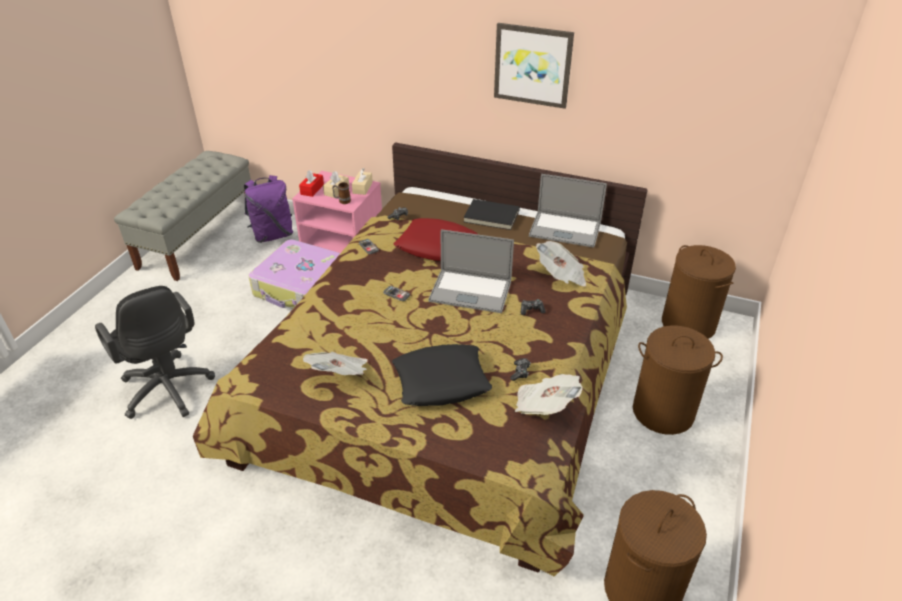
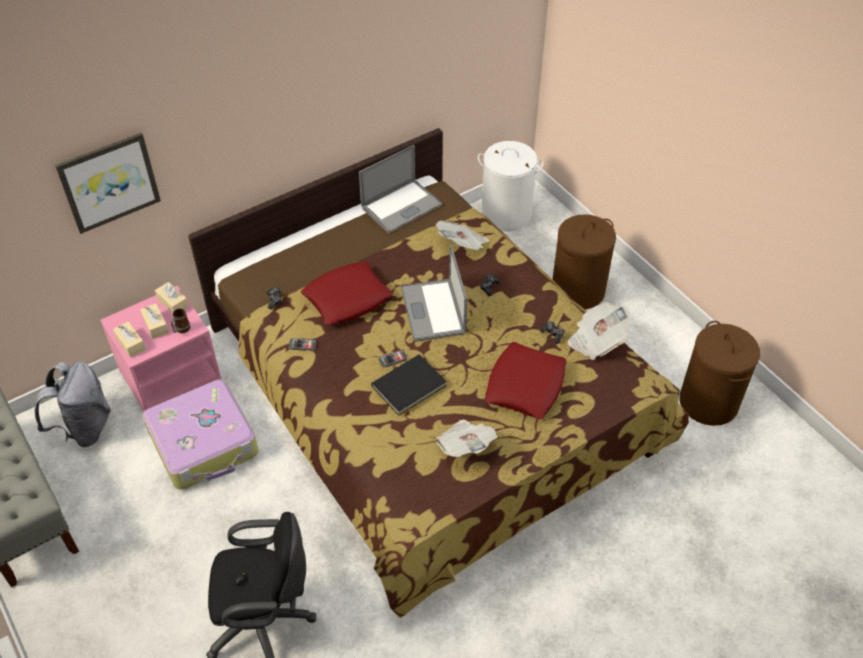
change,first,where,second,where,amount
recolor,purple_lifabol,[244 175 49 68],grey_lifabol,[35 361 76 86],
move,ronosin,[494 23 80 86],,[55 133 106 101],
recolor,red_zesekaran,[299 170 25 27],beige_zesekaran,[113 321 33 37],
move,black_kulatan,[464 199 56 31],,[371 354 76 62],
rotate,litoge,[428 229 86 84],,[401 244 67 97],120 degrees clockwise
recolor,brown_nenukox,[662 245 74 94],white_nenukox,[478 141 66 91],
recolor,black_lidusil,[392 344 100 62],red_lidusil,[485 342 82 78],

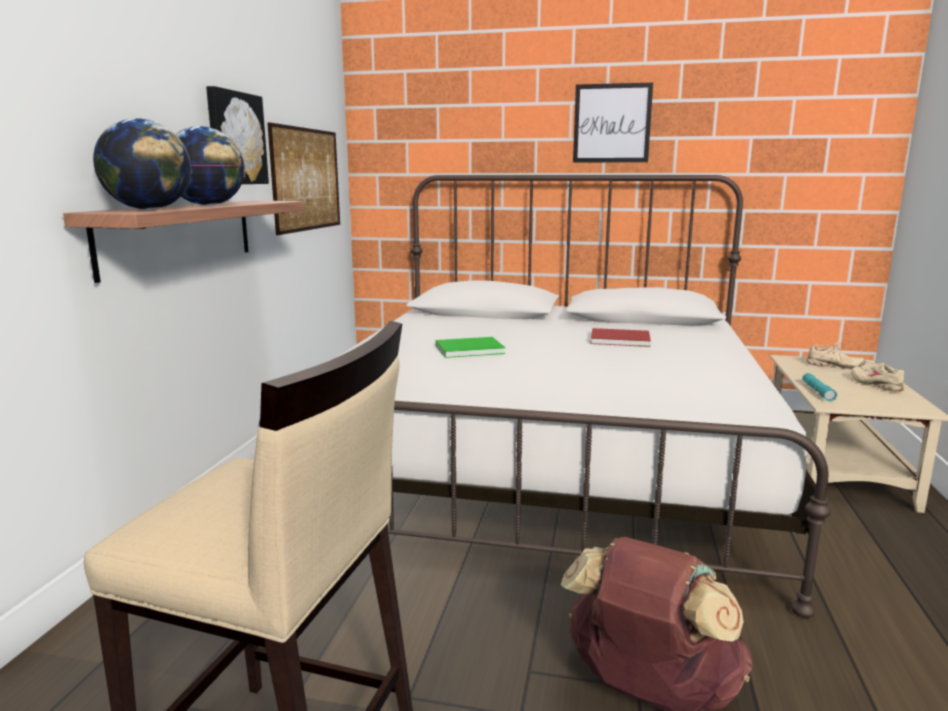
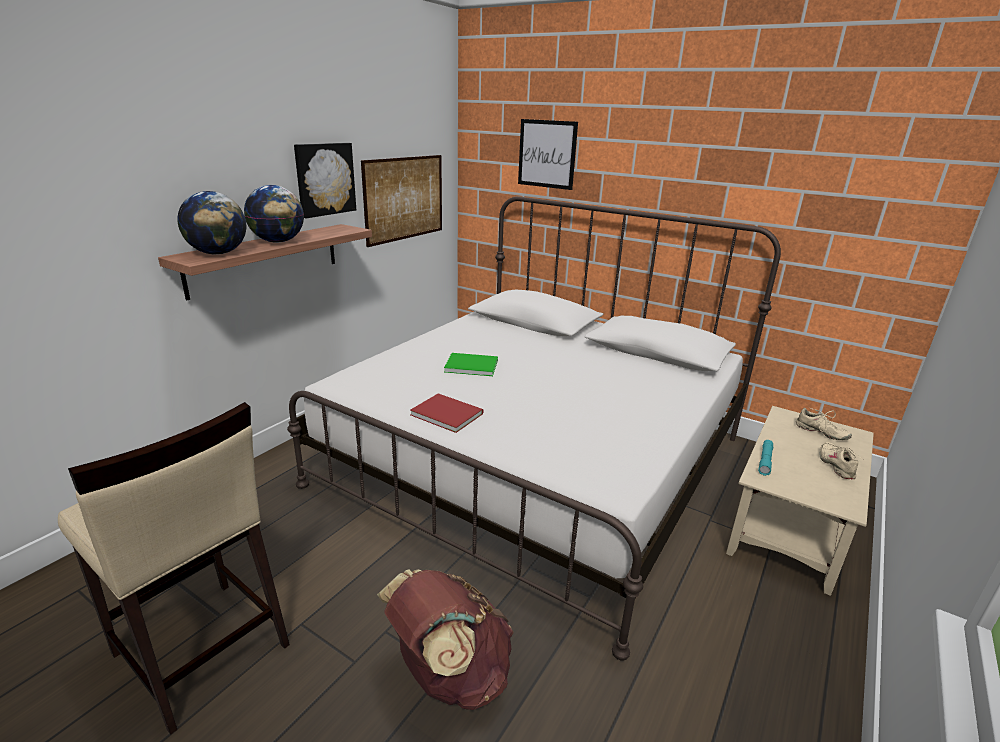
change,first,where,second,where,amount
move,red_kulatan,[590 328 61 19],,[410 393 73 40],
move,ronosin,[573 83 80 80],,[518 119 60 71],

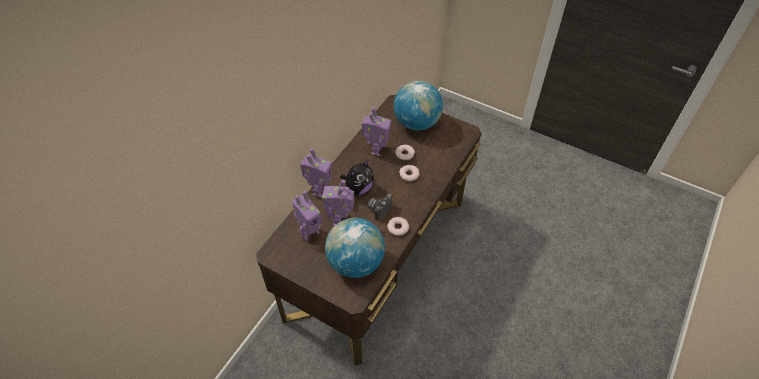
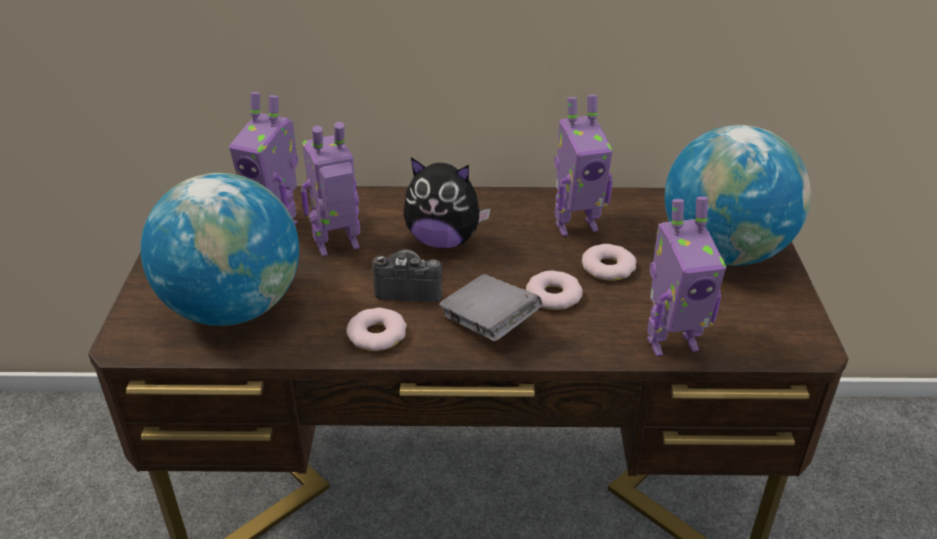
change,first,where,second,where,amount
insert,,,grey_kulatan,[439 274 103 67],
move,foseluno,[300 148 32 50],,[647 196 79 160],

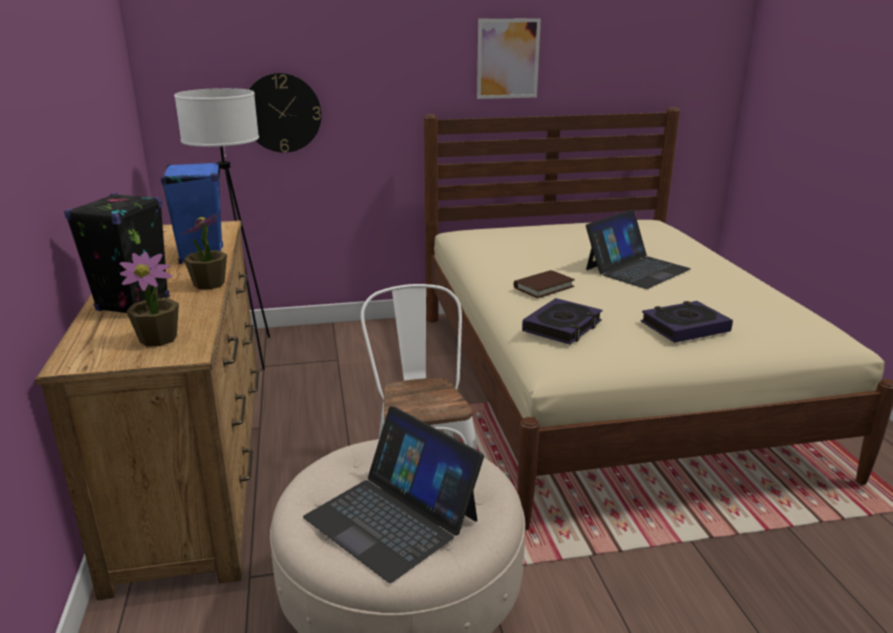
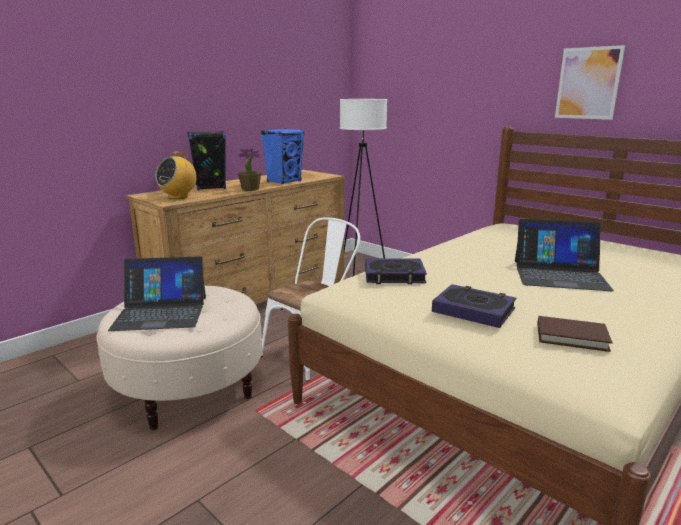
change,first,where,second,where,amount
rotate,litoge,[303 406 181 177],,[108 256 98 75],105 degrees counterclockwise
replace,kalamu,[119 252 60 94],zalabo,[155 152 42 47],
move,brown_kulatan,[514 270 61 28],,[537 316 75 36],
delete,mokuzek,[249 73 72 80],,,

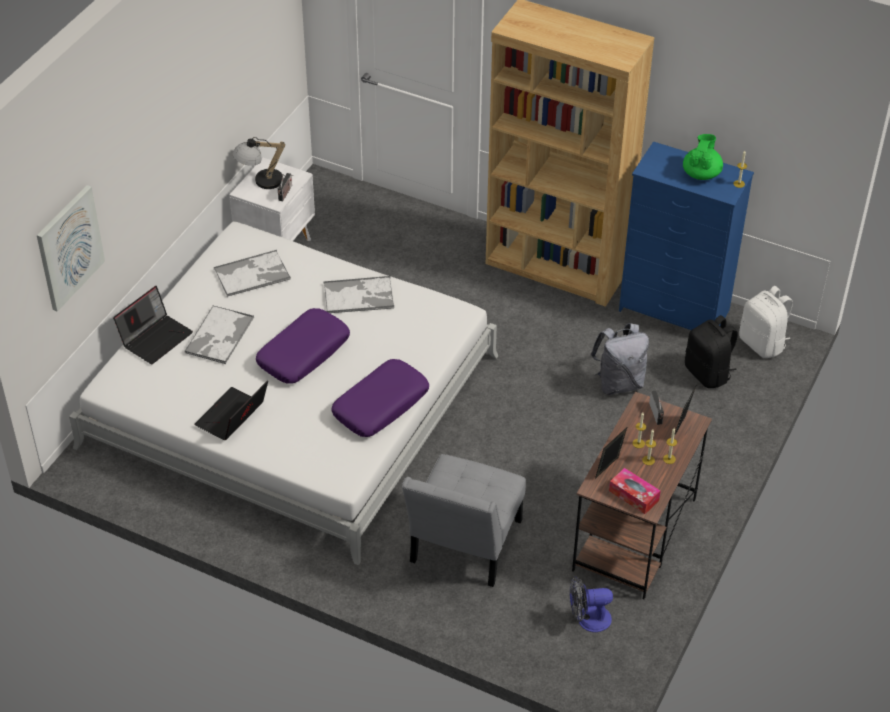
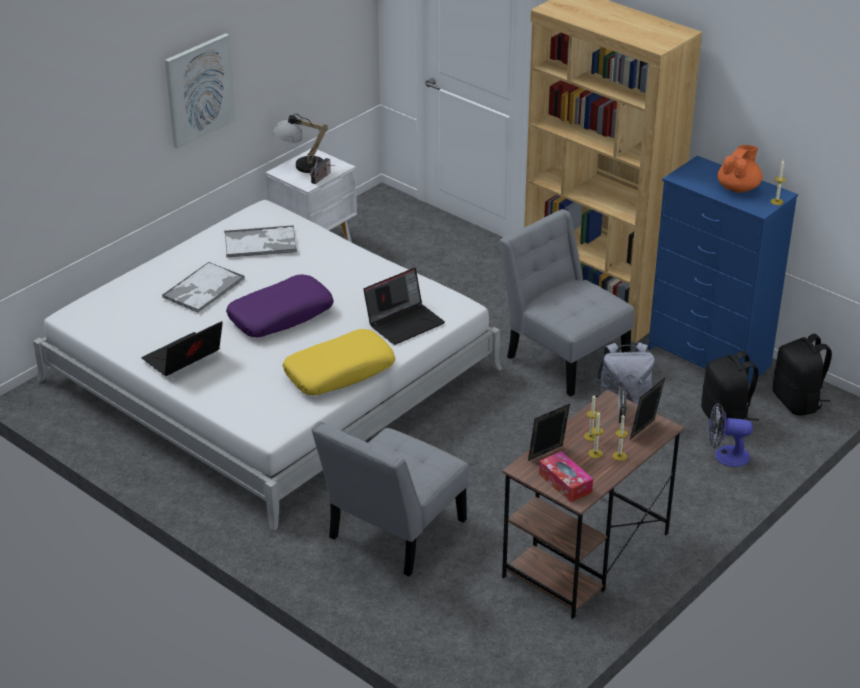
change,first,where,second,where,amount
move,ronosin,[37 185 68 127],,[165 33 71 116],
recolor,purple_lidusil,[332 359 97 78],yellow_lidusil,[283 329 112 66],
move,litoge,[113 286 80 78],,[363 268 82 77],
insert,,,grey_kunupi,[499 209 135 188],
move,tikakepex,[570 576 43 56],,[709 403 44 64],
recolor,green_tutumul,[683 134 40 46],orange_tutumul,[717 145 45 48],
recolor,white_lifabol,[739 286 54 72],black_lifabol,[773 334 59 82],
delete,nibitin,[324 276 70 37],,,

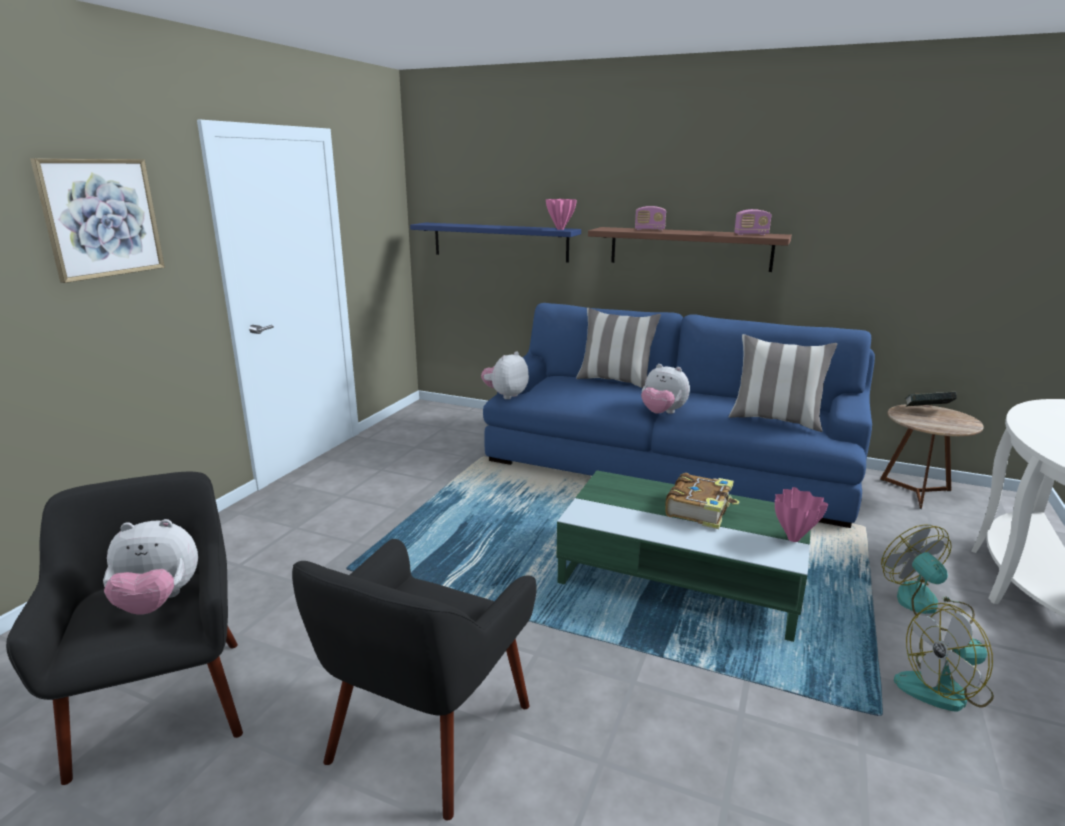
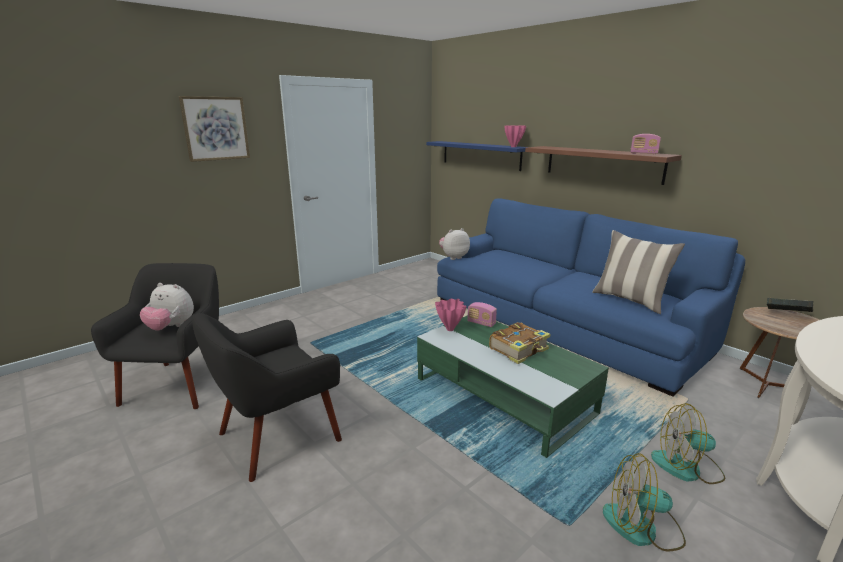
change,first,where,second,where,amount
move,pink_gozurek,[775 487 53 55],,[435 299 31 32],
move,zalabo,[635 206 31 24],,[467 302 30 25],
rotate,tikakepex,[881 524 94 107],,[651 403 74 81],90 degrees counterclockwise
delete,lidusil,[576 308 85 80],,,
delete,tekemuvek,[641 364 49 50],,,

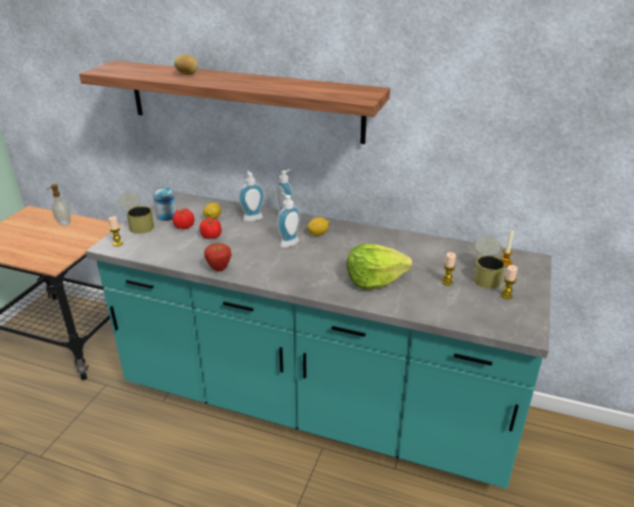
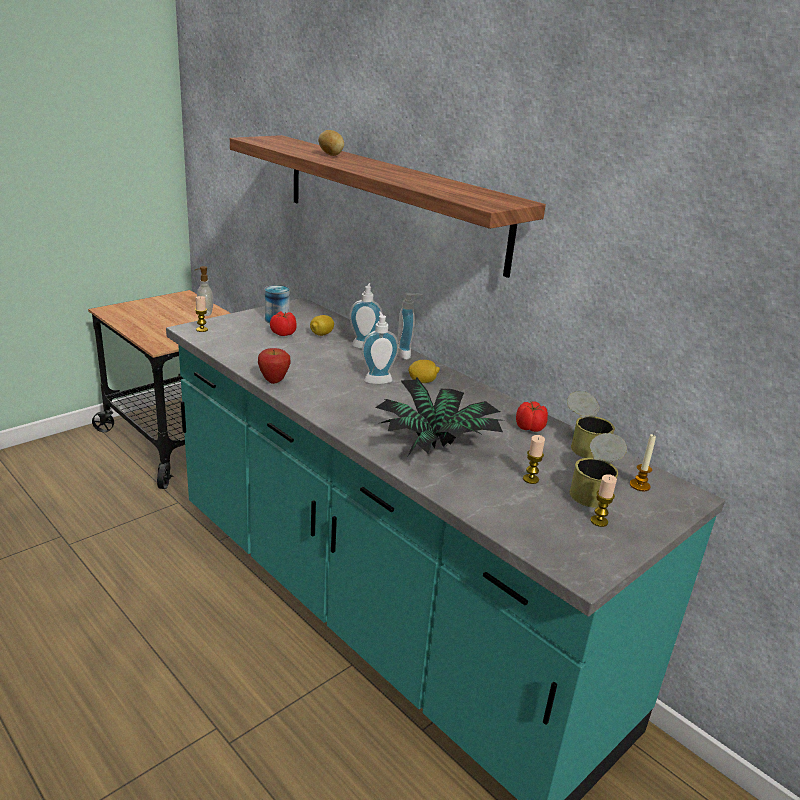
change,first,where,second,where,amount
replace,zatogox,[347 244 66 46],kalamu,[375 378 128 78],
move,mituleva,[200 218 22 21],,[516 401 32 31],
move,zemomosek,[118 192 36 42],,[567 391 48 67],

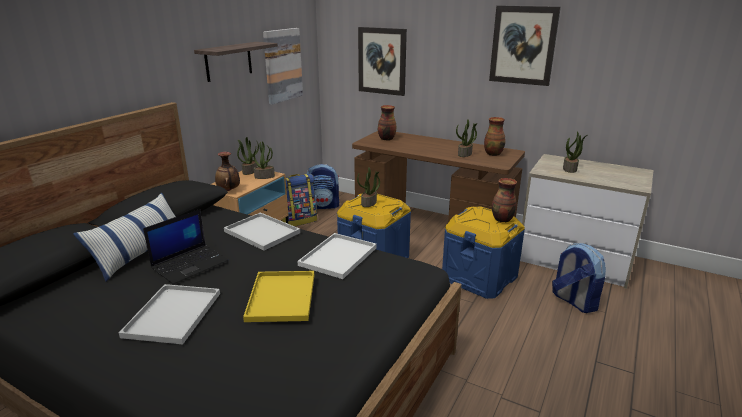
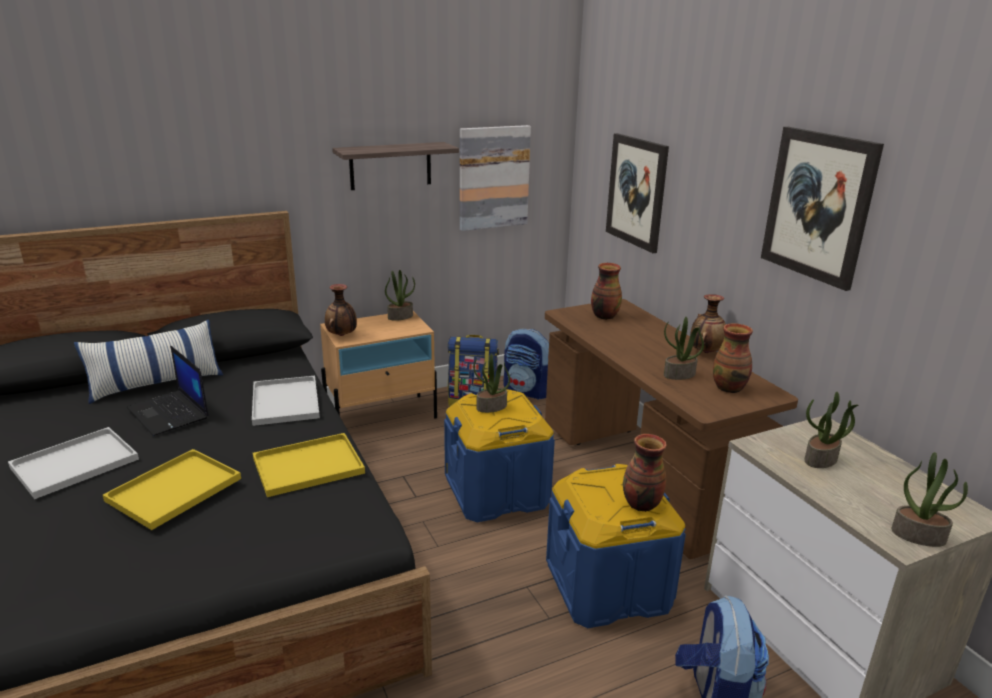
change,first,where,second,where,amount
rotate,litoge,[143 209 86 76],,[127 346 82 90],60 degrees clockwise
recolor,white_nibitin,[297 233 80 46],yellow_nibitin,[253 433 112 64],
insert,,,gozurek,[690 294 36 59],
move,kalamu,[254 142 21 37],,[892 452 76 95],

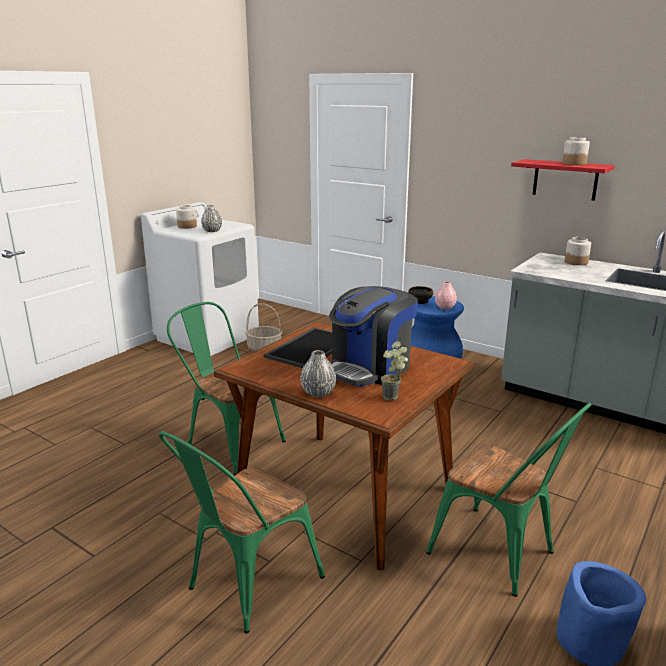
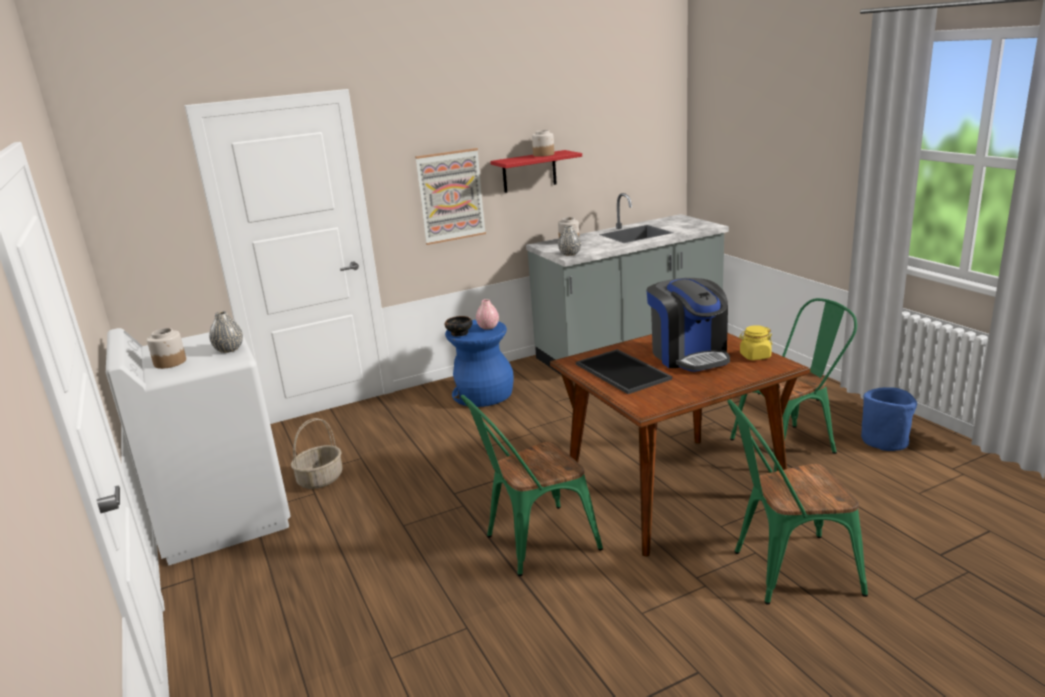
change,first,where,second,where,amount
insert,,,ronosin,[415 148 71 97],
move,grey_gozurek,[300 350 36 47],,[558 225 23 31],
rotate,green_kunupi,[159 431 166 203],,[727 399 141 206],105 degrees clockwise
replace,kalamu,[381 341 27 60],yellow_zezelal,[739 325 33 35],

